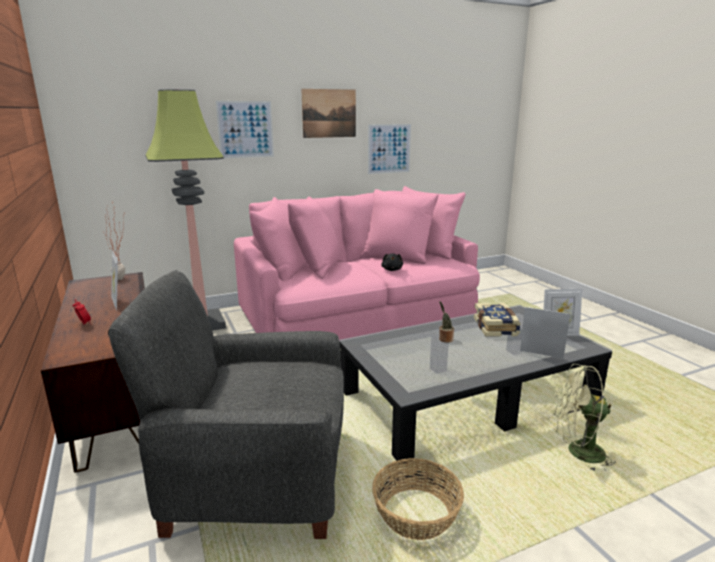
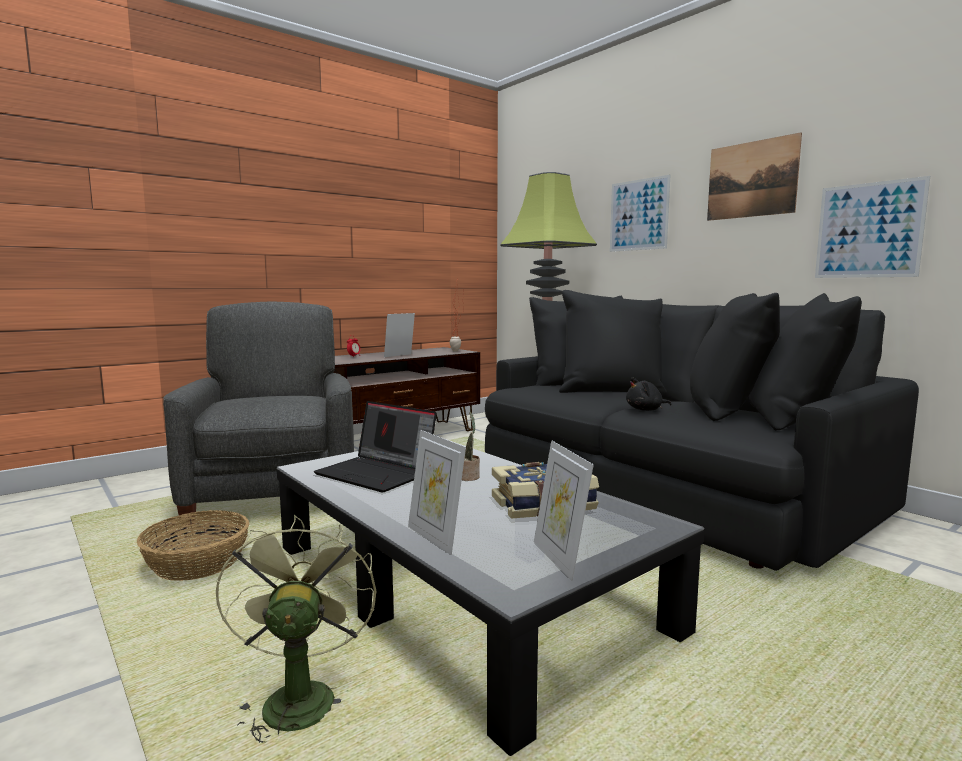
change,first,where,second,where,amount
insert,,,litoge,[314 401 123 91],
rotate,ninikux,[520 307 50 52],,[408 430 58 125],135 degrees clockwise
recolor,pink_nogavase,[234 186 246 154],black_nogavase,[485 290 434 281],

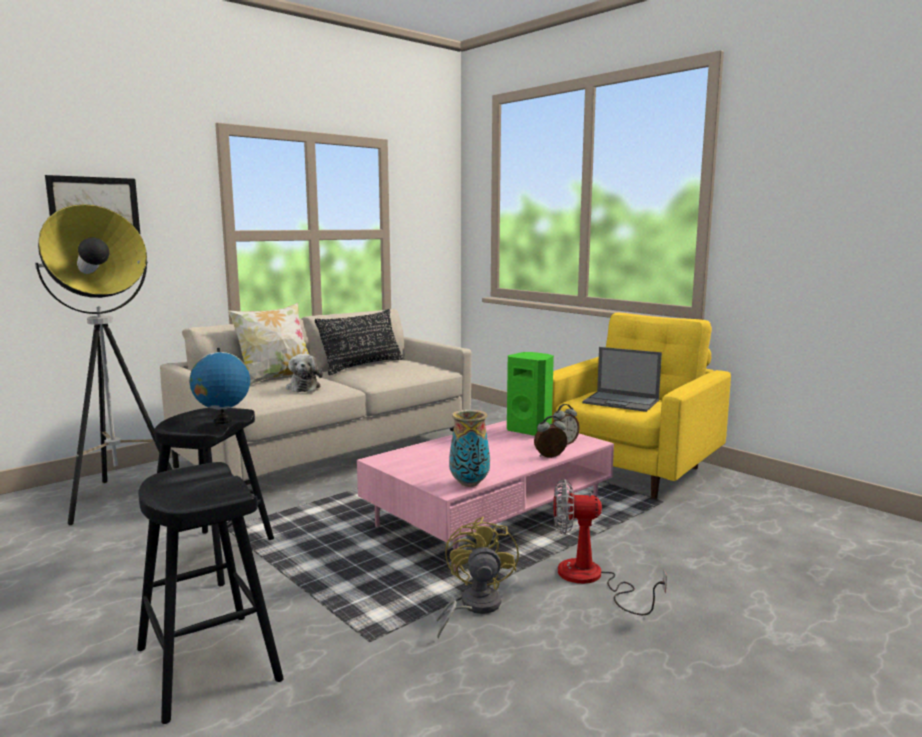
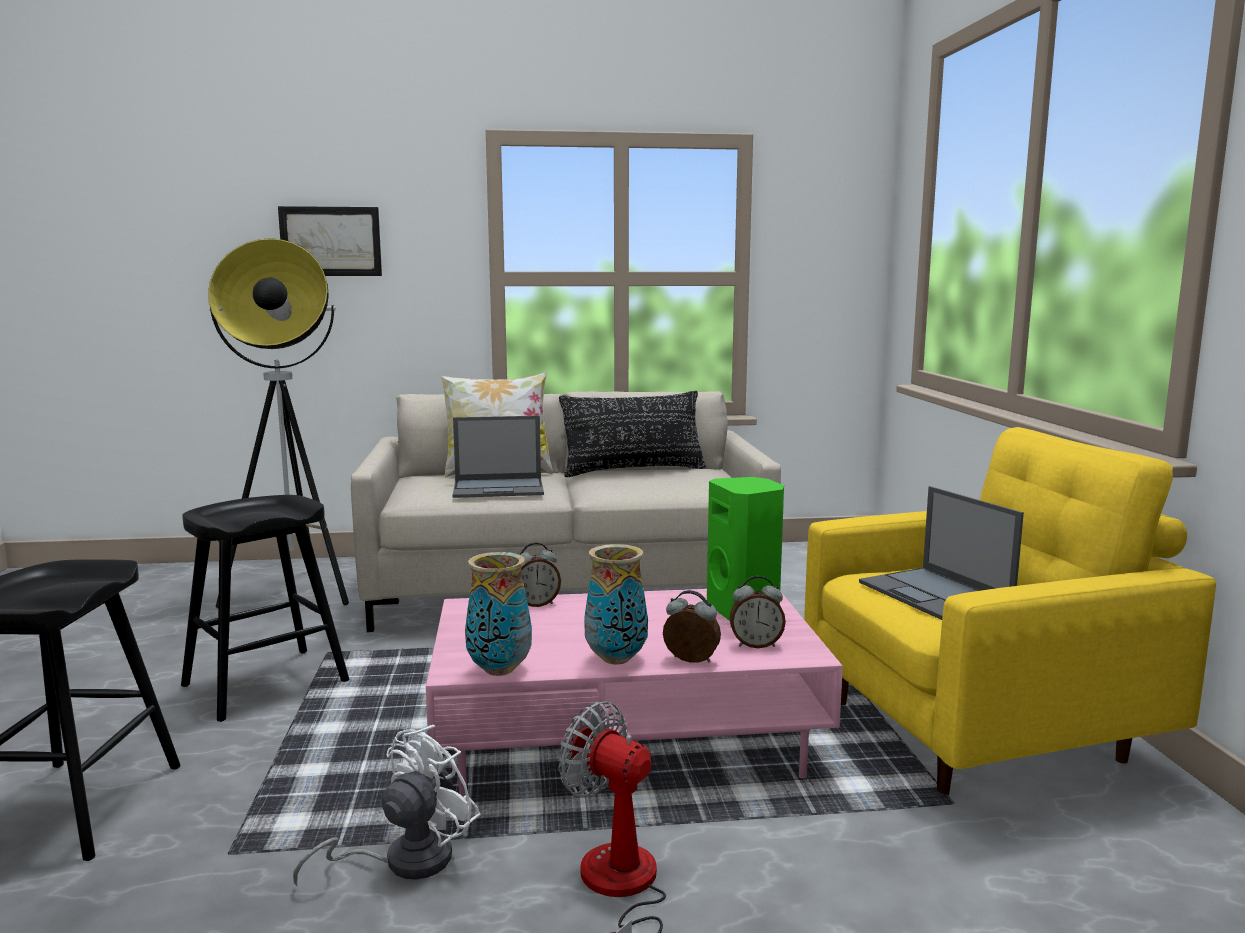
change,first,where,second,where,amount
recolor,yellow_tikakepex,[436 517 83 122],white_tikakepex,[293 725 188 161],
replace,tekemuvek,[286 354 37 38],litoge,[453 416 91 82],
insert,,,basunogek,[517 542 44 65],
insert,,,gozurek,[584 544 64 120],
delete,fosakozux,[190 348 60 76],,,

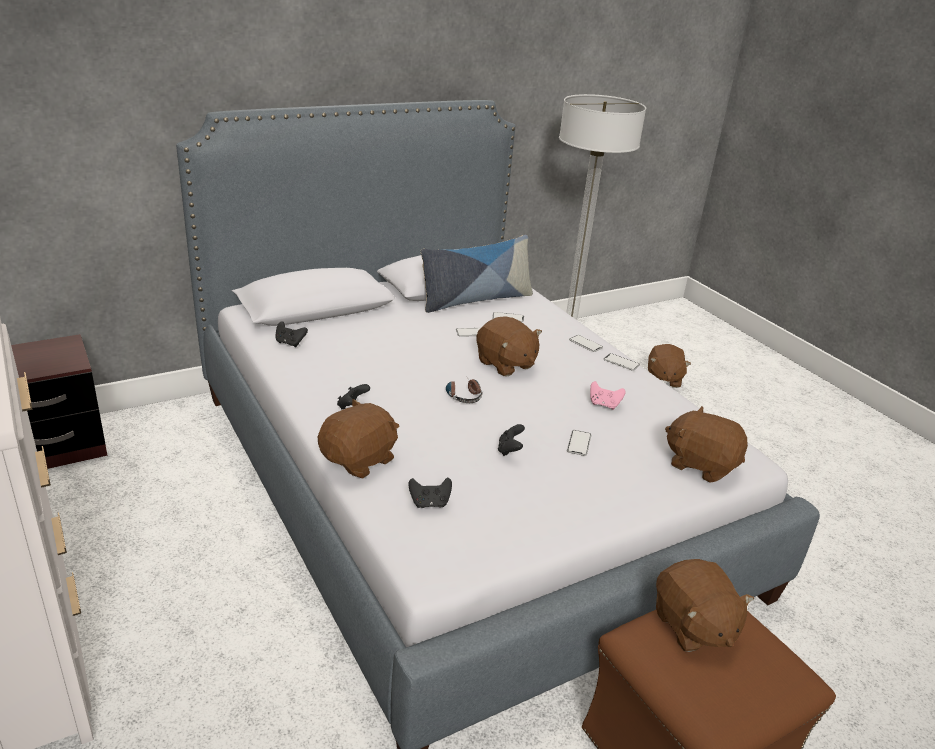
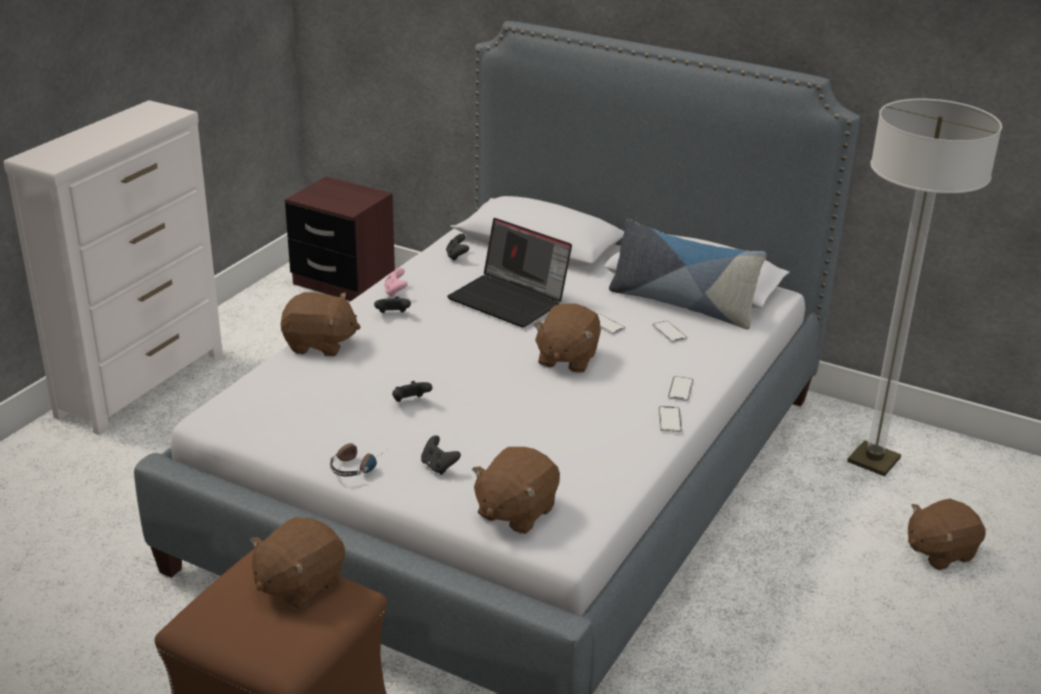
change,first,where,second,where,amount
move,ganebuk,[446 376 37 27],,[330 443 54 34],
move,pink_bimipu,[590 381 36 29],,[384 268 24 29],
move,black_bimipu,[408 477 44 31],,[421 435 40 40],
insert,,,litoge,[447 218 125 110],
rotate,brown_tekemuvek,[665 406 83 77],,[472 447 88 87],150 degrees counterclockwise
delete,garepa,[567 430 24 26],,,

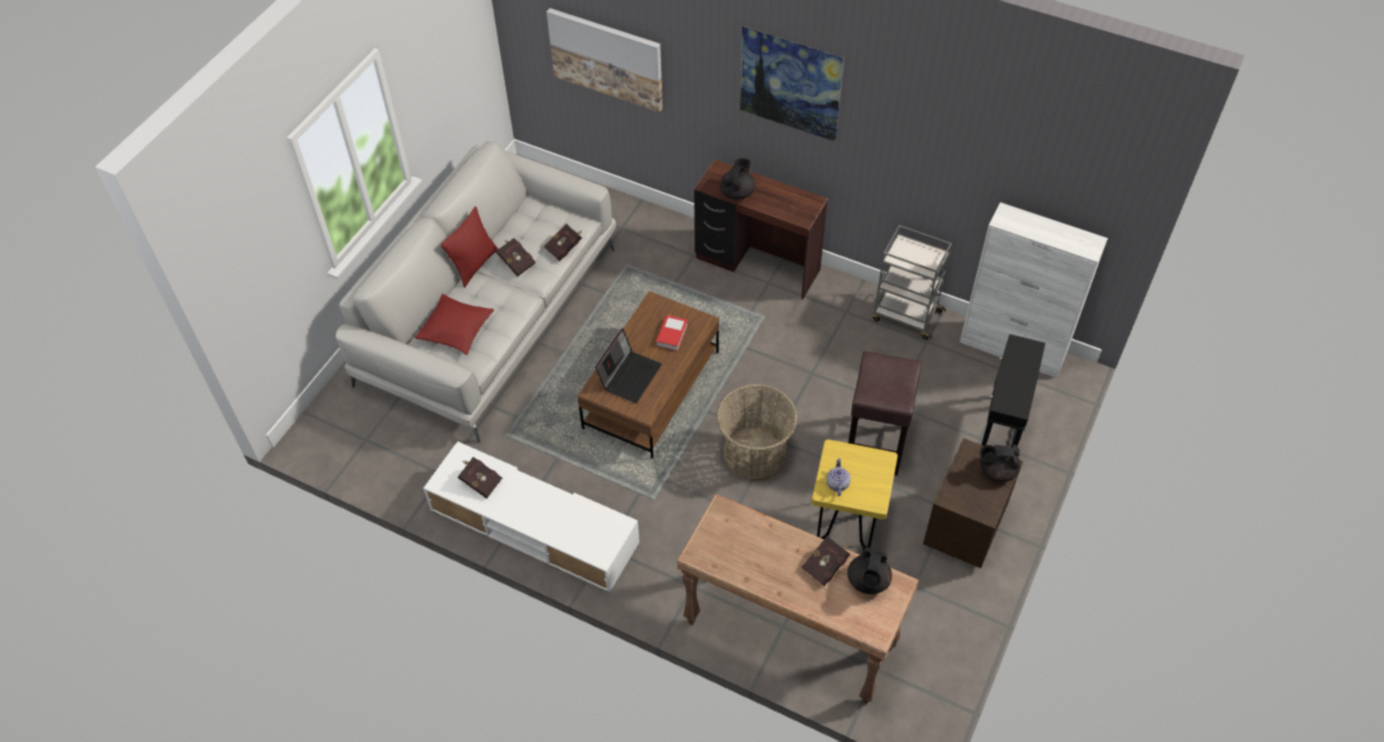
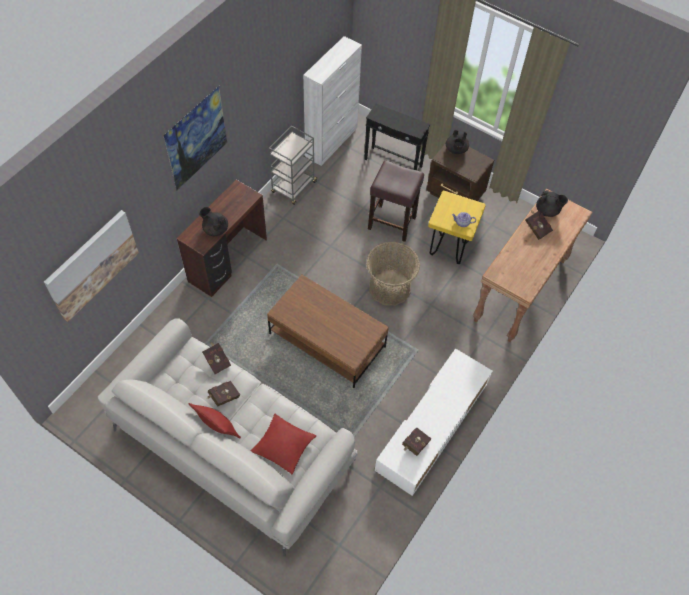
change,first,where,second,where,amount
delete,litoge,[595 328 67 75],,,
delete,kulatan,[656 315 32 36],,,

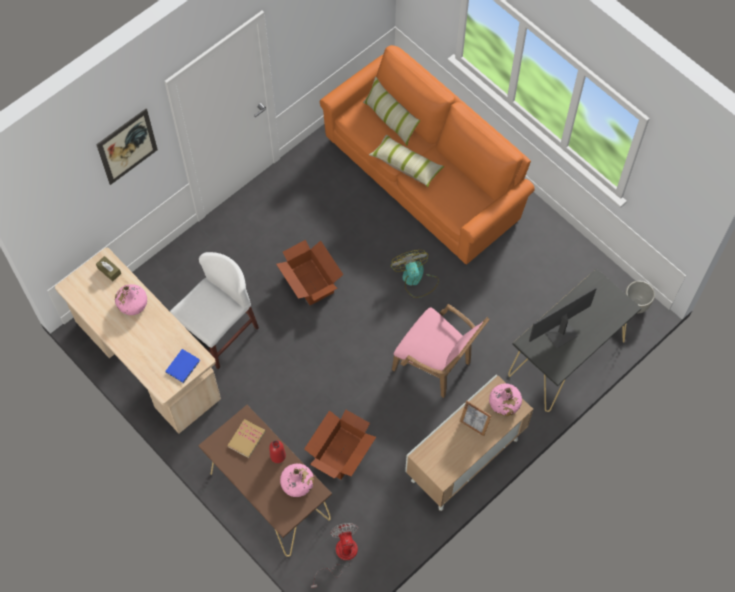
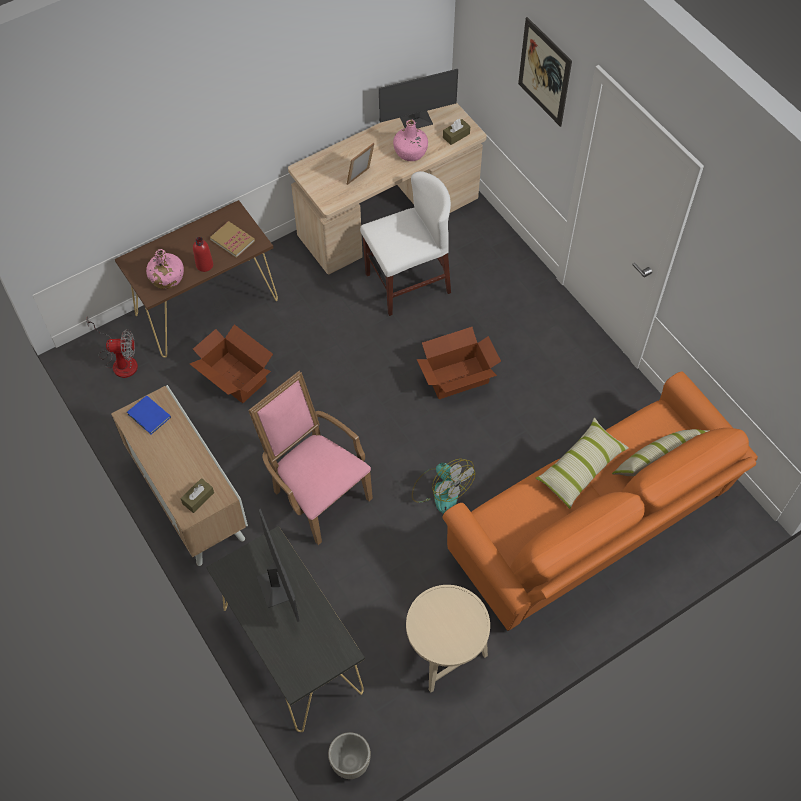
change,first,where,second,where,amount
move,blue_kulatan,[165 349 35 34],,[127 395 44 39],
replace,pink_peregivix,[489 384 33 32],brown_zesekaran,[181 478 33 35],
rotate,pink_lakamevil,[392 304 98 94],,[248 371 125 174],90 degrees clockwise
move,ninikux,[460 401 31 35],,[347 143 27 42],
rotate,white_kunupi,[170 252 89 117],,[360 171 91 145],75 degrees counterclockwise
insert,,,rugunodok,[379 69 79 59],
insert,,,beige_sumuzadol,[406 585 84 108],
rotate,tikakepex,[391 250 48 48],,[412 459 63 55],60 degrees clockwise

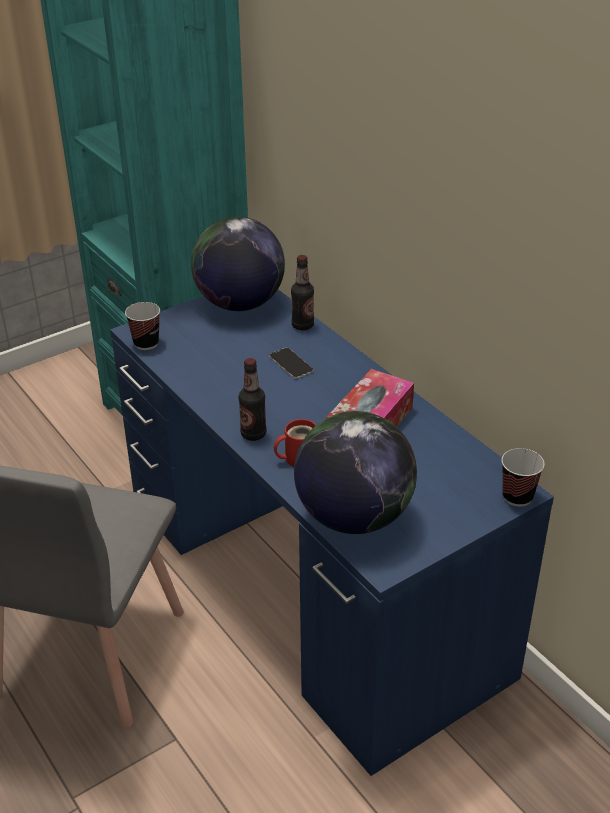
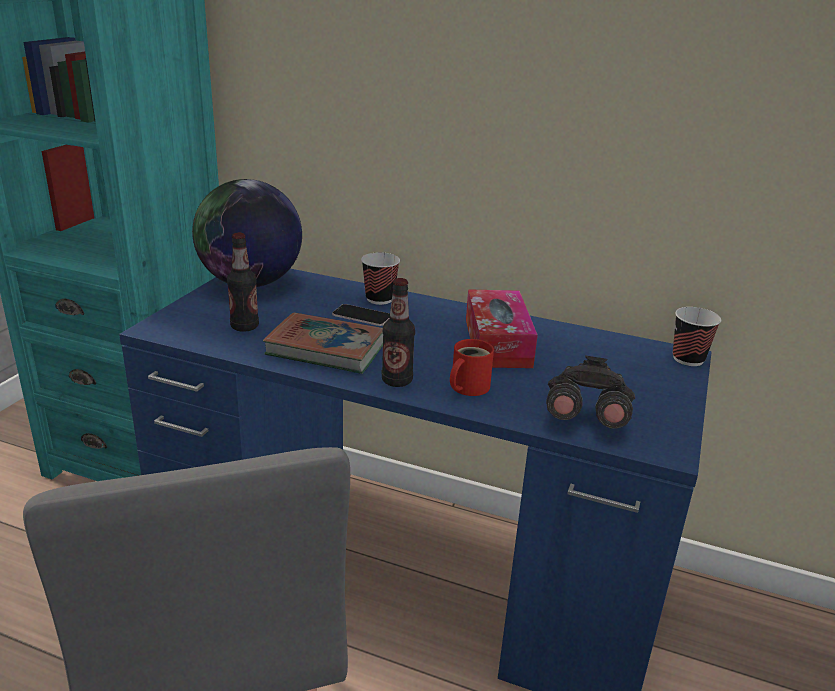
change,first,where,second,where,amount
move,peregivix,[291 255 23 75],,[227 233 32 99],
insert,,,kulatan,[263 312 120 62],
move,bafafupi,[125 302 35 48],,[361 252 39 53],
replace,fosakozux,[294 411 123 123],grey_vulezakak,[546 356 89 73],

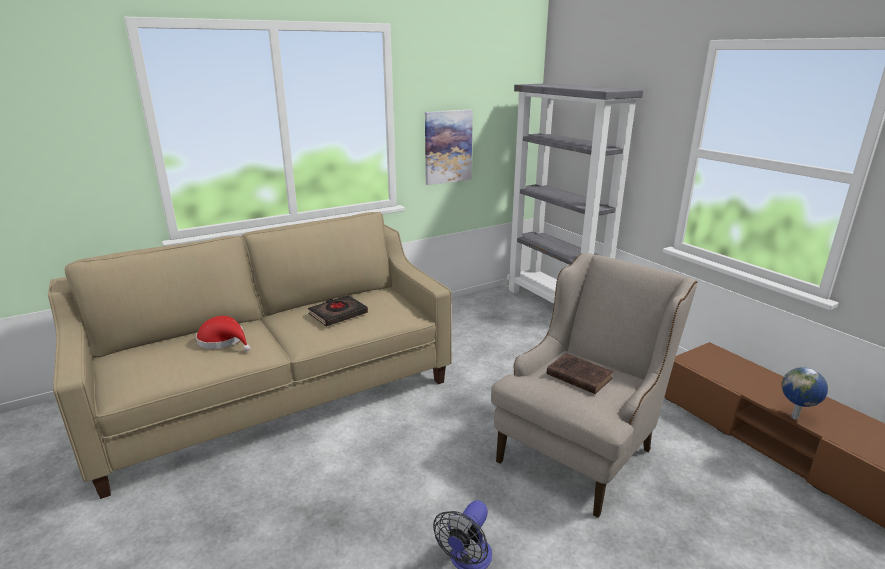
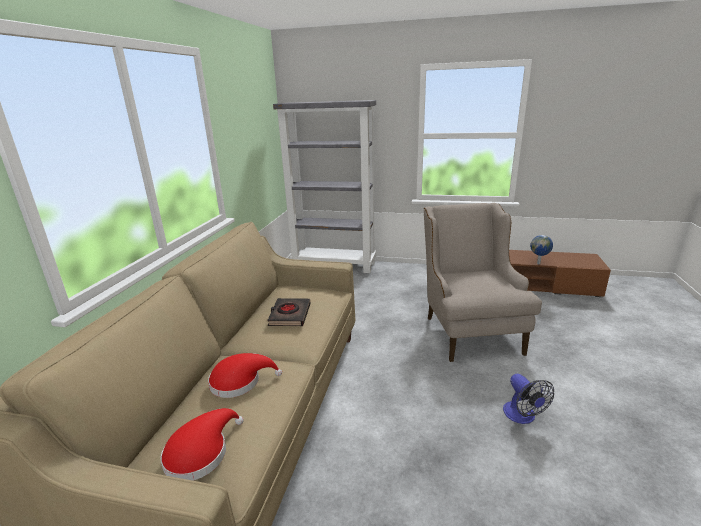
change,first,where,second,where,amount
insert,,,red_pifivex,[160 408 84 73],
delete,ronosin,[425 109 48 76],,,
delete,brown_kulatan,[547 353 66 41],,,

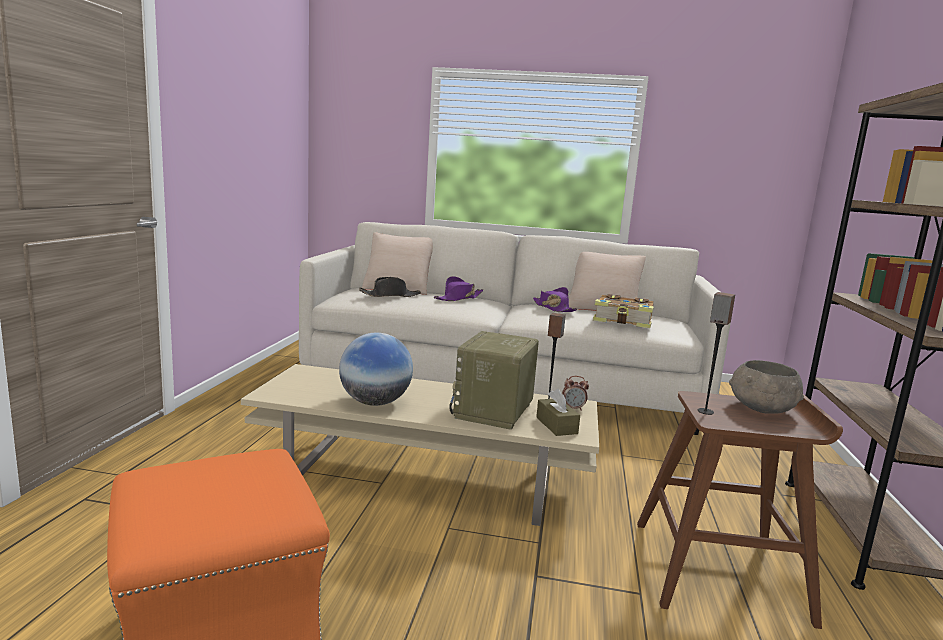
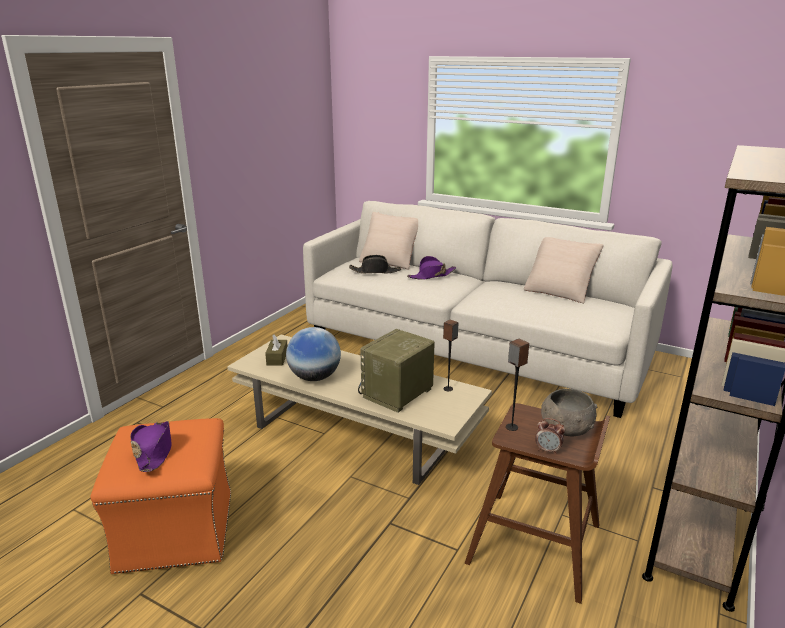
change,first,where,second,where,amount
move,purple_pifivex,[533 287 44 25],,[130 421 42 51],
move,brown_zesekaran,[536 388 44 48],,[265 335 22 30],
move,basunogek,[562 376 27 35],,[535 418 30 36],
delete,kulatan,[593 294 61 34],,,

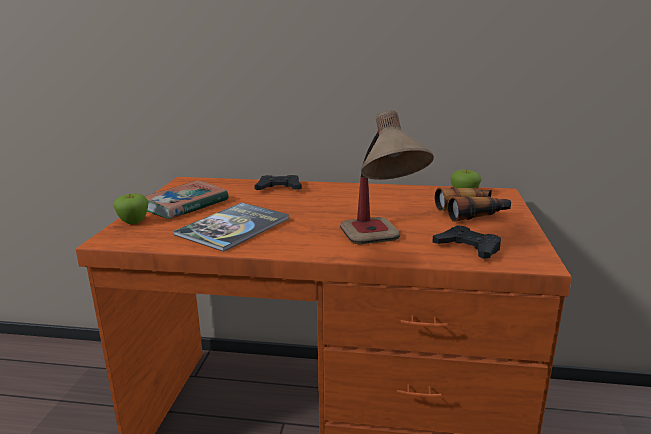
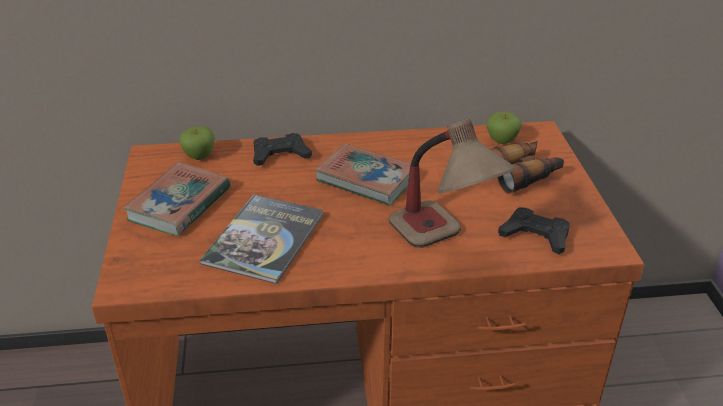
change,first,where,second,where,amount
move,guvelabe,[113 194 35 30],,[179 126 36 34],
insert,,,kulatan,[315 144 96 62],

